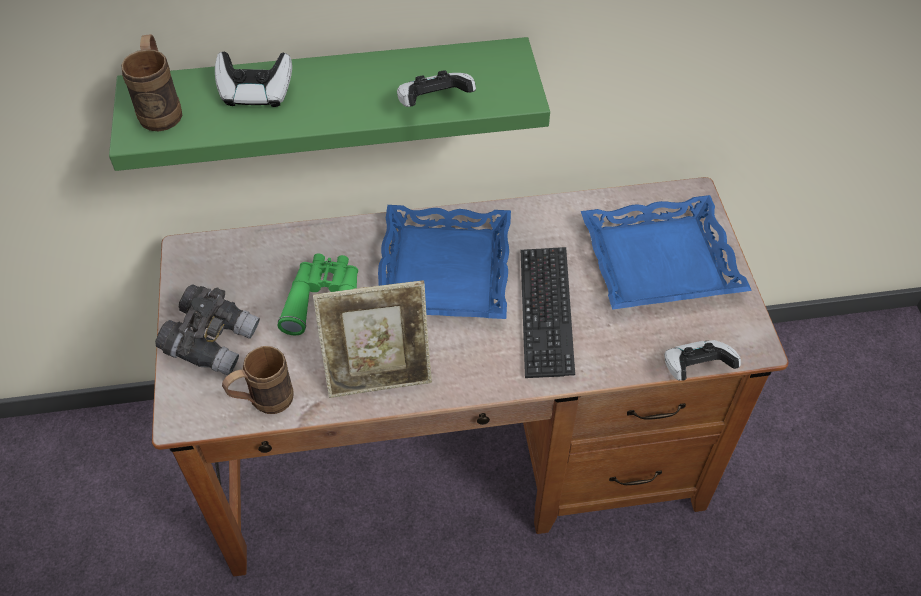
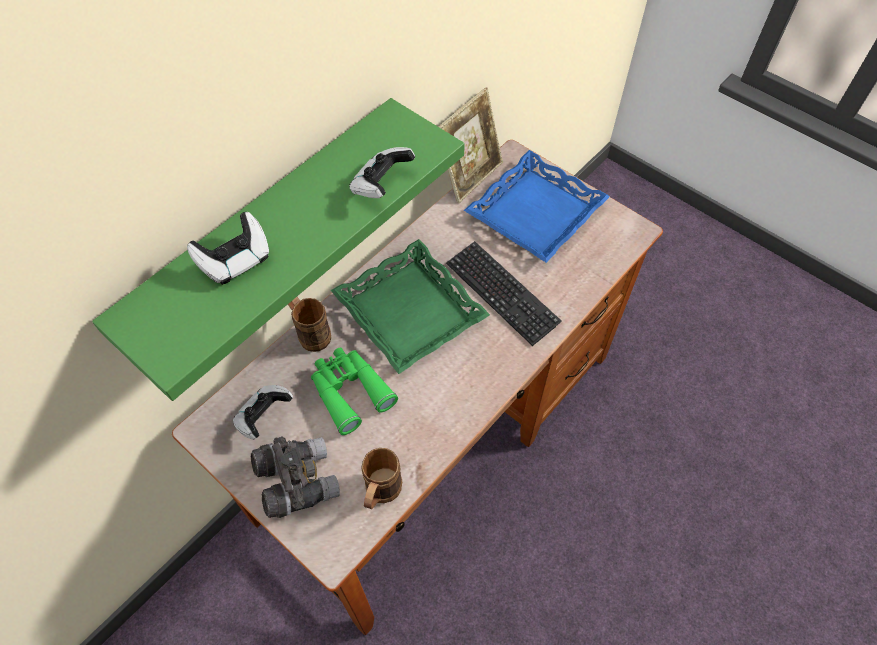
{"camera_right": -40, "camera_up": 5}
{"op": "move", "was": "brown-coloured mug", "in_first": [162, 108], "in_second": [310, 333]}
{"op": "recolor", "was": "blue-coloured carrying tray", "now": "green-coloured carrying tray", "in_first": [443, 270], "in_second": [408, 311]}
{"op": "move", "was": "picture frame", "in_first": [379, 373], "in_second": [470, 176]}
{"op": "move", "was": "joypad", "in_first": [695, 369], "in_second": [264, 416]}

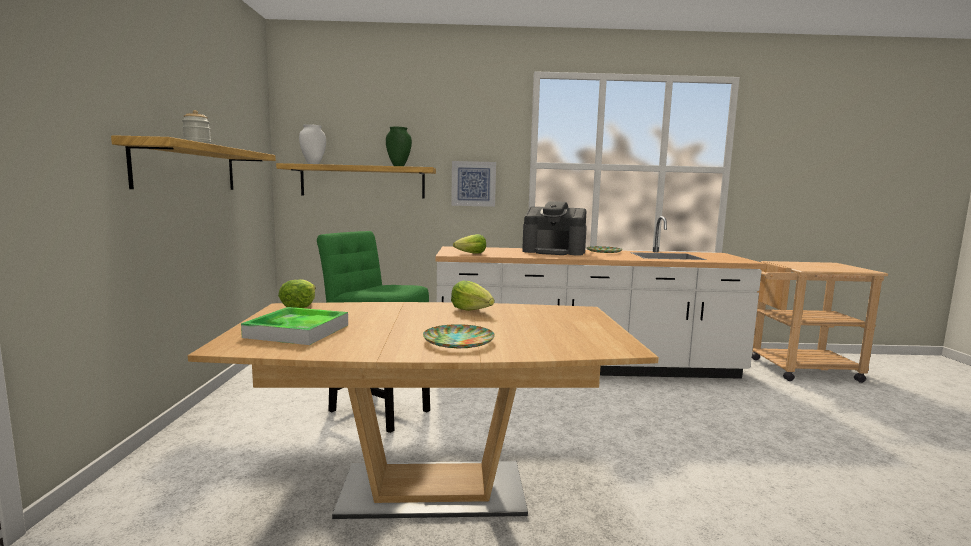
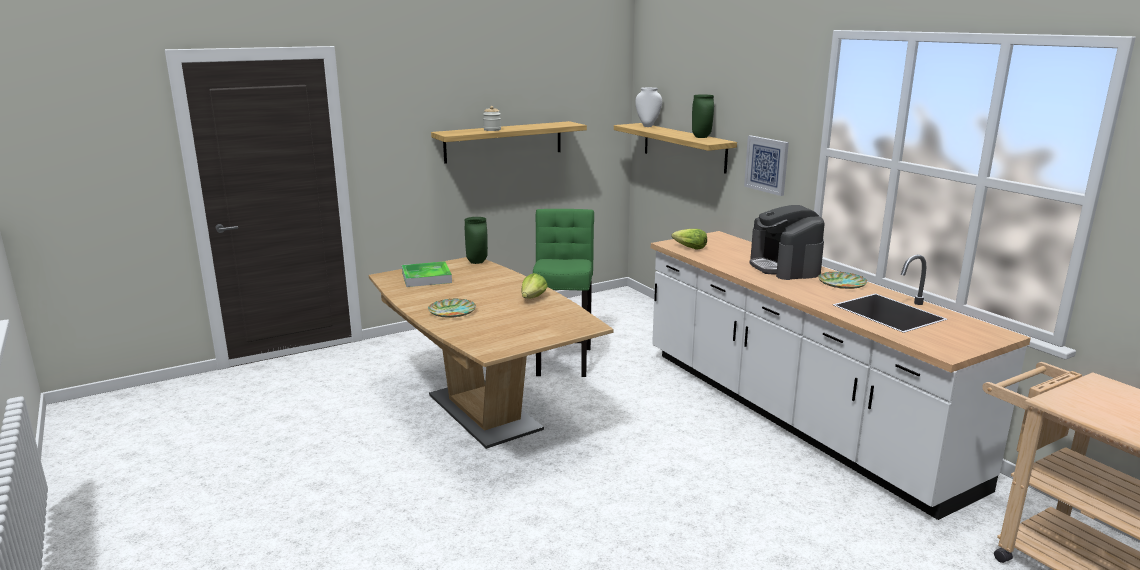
{"camera_right": 60, "camera_up": 10}
{"op": "replace", "was": "lettuce head", "now": "green-coloured flower vase", "in_first": [299, 306], "in_second": [476, 262]}

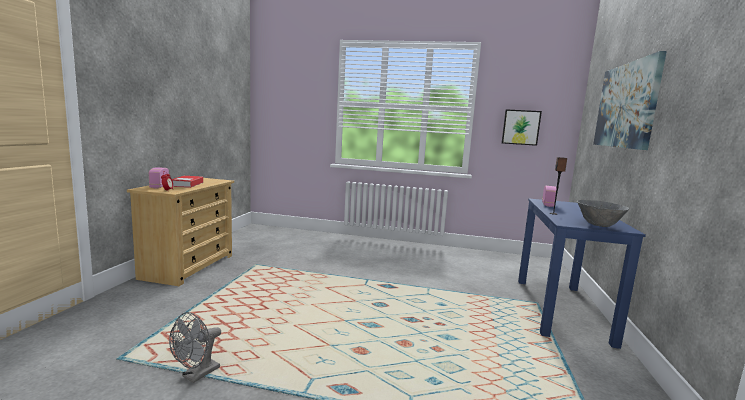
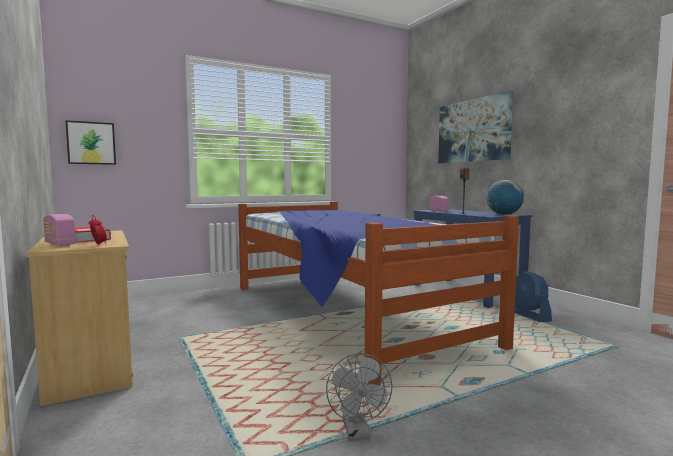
{"camera_right": -40, "camera_up": -5}
{"op": "move", "was": "wall picture", "in_first": [520, 127], "in_second": [91, 143]}
{"op": "replace", "was": "grey serving bowl", "now": "desk globe", "in_first": [598, 225], "in_second": [504, 215]}
{"op": "insert", "now": "bed", "in_second": [344, 312]}
{"op": "insert", "now": "blue-coloured cooling fan", "in_second": [529, 315]}

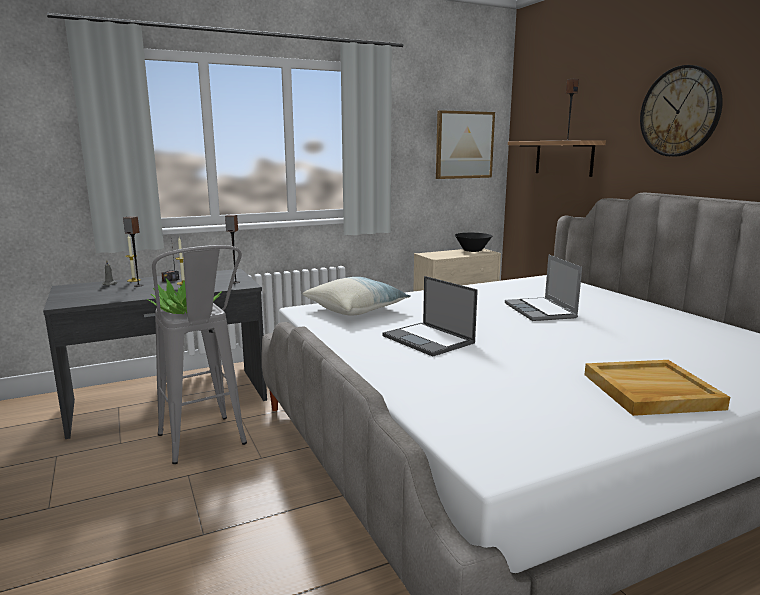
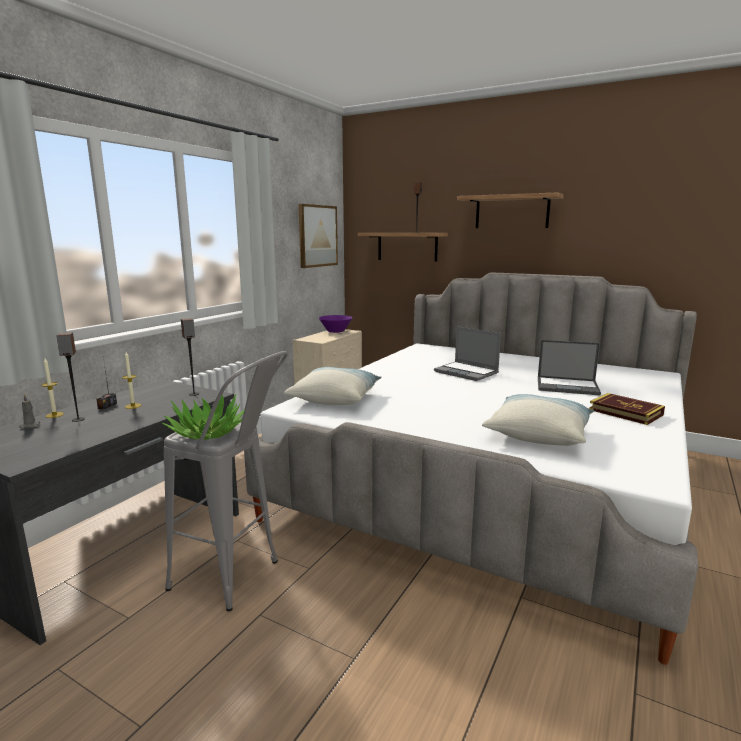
{"camera_right": -35, "camera_up": 0}
{"op": "replace", "was": "hanging clock", "now": "bracket shelf", "in_first": [680, 111], "in_second": [511, 212]}
{"op": "recolor", "was": "black serving bowl", "now": "purplish serving bowl", "in_first": [472, 250], "in_second": [336, 331]}
{"op": "move", "was": "laptop", "in_first": [429, 339], "in_second": [568, 386]}
{"op": "replace", "was": "beige carrying tray", "now": "volume", "in_first": [650, 391], "in_second": [625, 412]}
{"op": "insert", "now": "pillow", "in_second": [538, 434]}

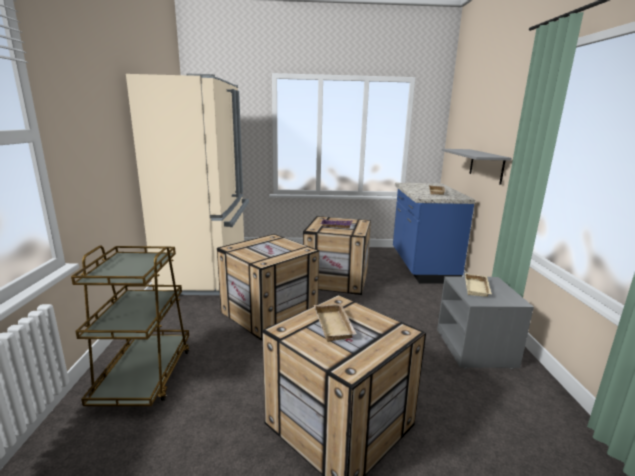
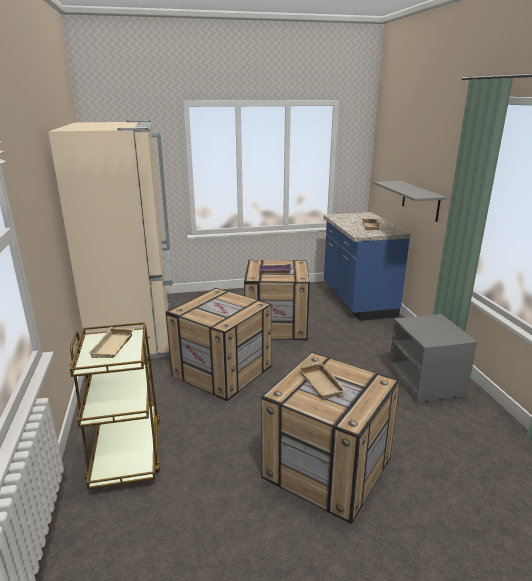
{"camera_right": -10, "camera_up": 5}
{"op": "move", "was": "beige carrying tray", "in_first": [478, 288], "in_second": [114, 347]}

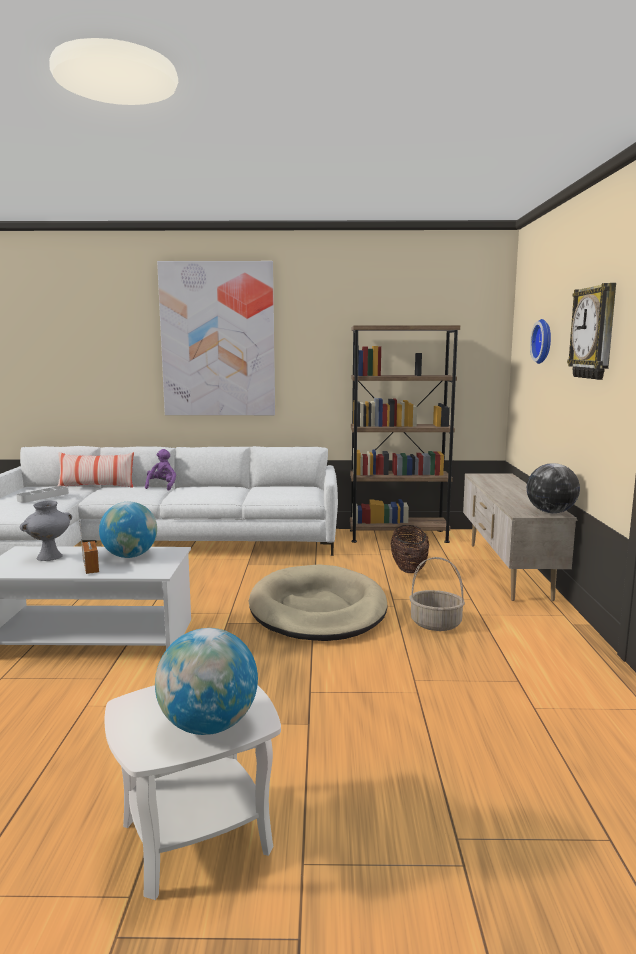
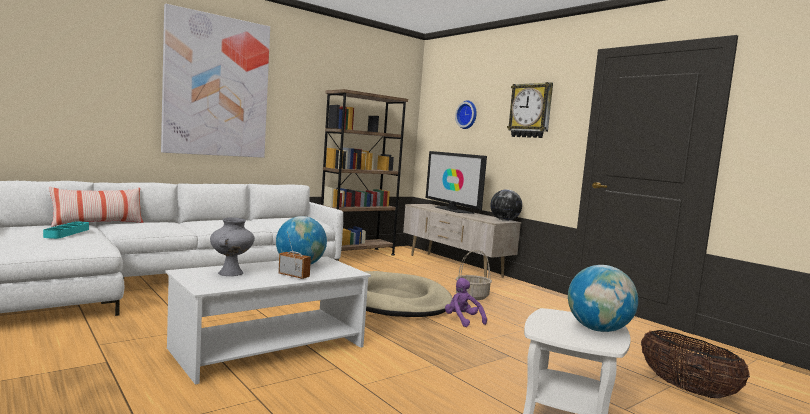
{"camera_right": -40, "camera_up": -5}
{"op": "move", "was": "purplish cuddly toy", "in_first": [162, 486], "in_second": [462, 320]}
{"op": "recolor", "was": "grey carrying tray", "now": "turquoise-coloured carrying tray", "in_first": [43, 497], "in_second": [67, 233]}
{"op": "move", "was": "storage basket", "in_first": [409, 569], "in_second": [687, 389]}
{"op": "insert", "now": "TV set", "in_second": [452, 210]}

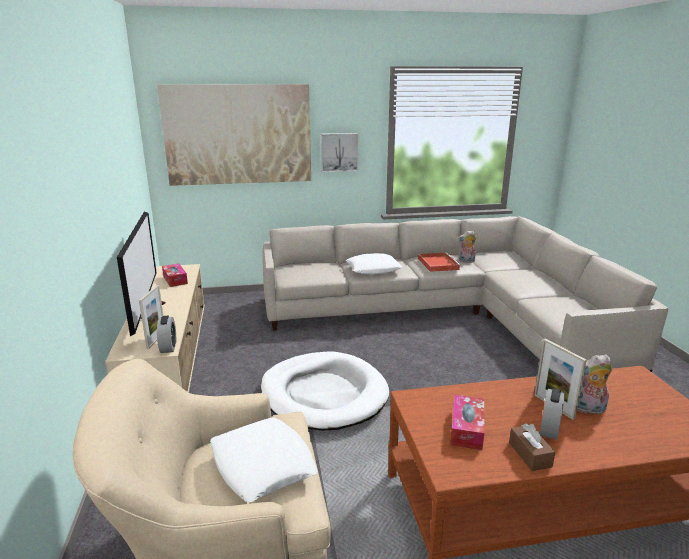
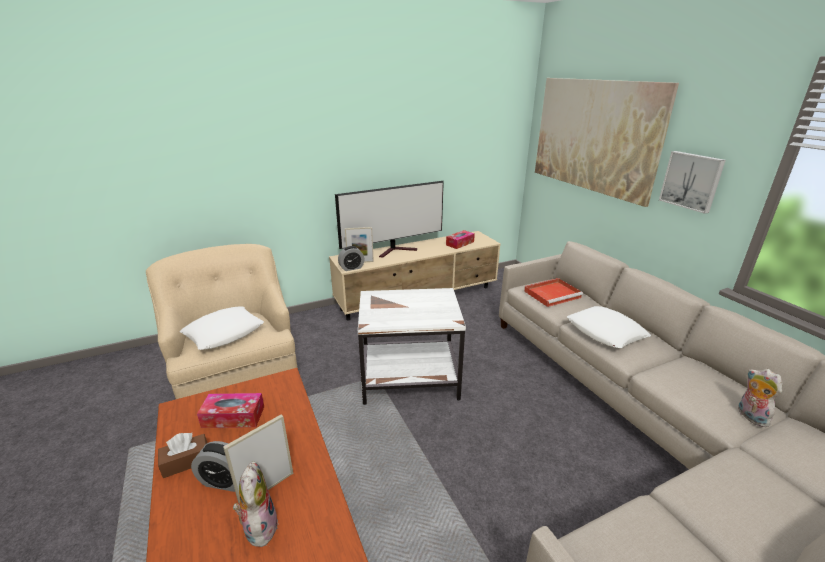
{"camera_right": 75, "camera_up": 5}
{"op": "move", "was": "reddish carrying tray", "in_first": [437, 263], "in_second": [553, 294]}
{"op": "replace", "was": "white dog bed", "now": "white side table", "in_first": [323, 394], "in_second": [409, 378]}

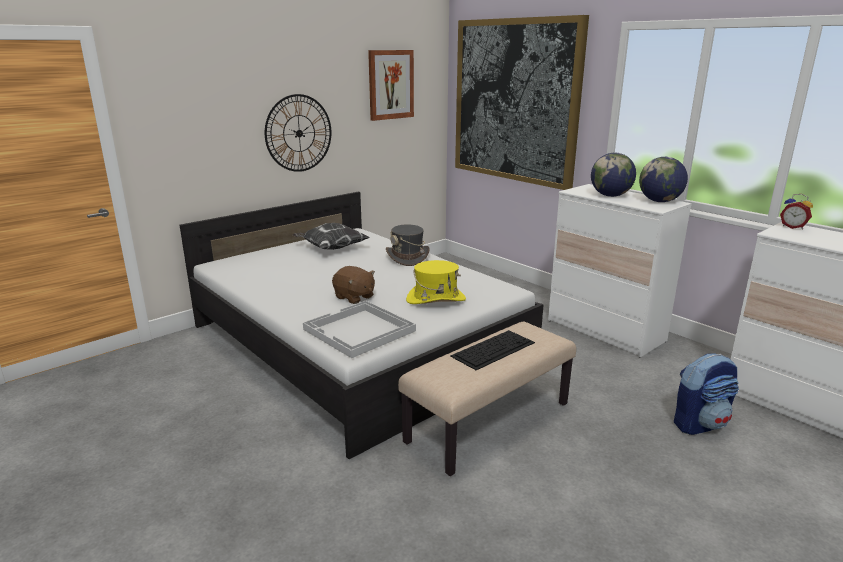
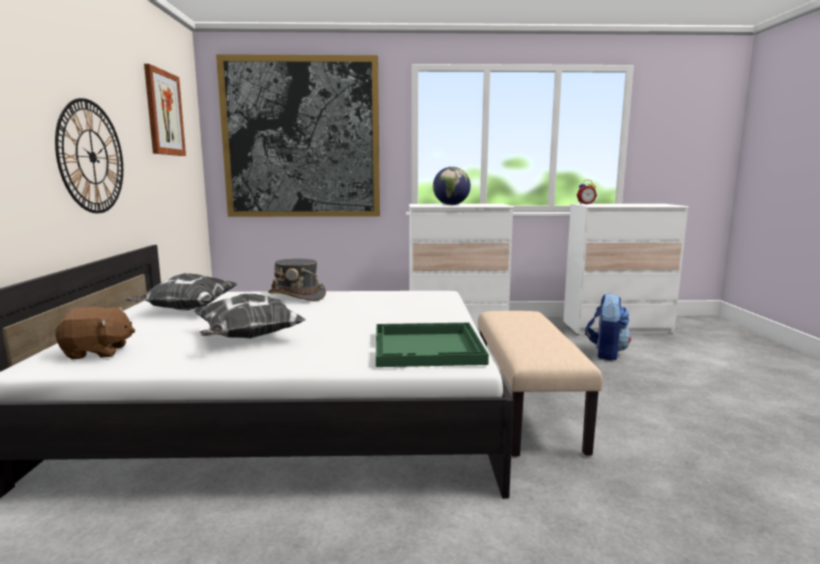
{"camera_right": -50, "camera_up": -10}
{"op": "delete", "was": "desk globe", "in_first": [659, 201]}
{"op": "delete", "was": "yellow wearable hat", "in_first": [436, 299]}
{"op": "move", "was": "brown-coloured cuddly toy", "in_first": [354, 297], "in_second": [98, 352]}
{"op": "recolor", "was": "white carrying tray", "now": "green-coloured carrying tray", "in_first": [359, 331], "in_second": [428, 347]}
{"op": "delete", "was": "PC keyboard", "in_first": [493, 349]}
{"op": "insert", "now": "pillow", "in_second": [247, 338]}

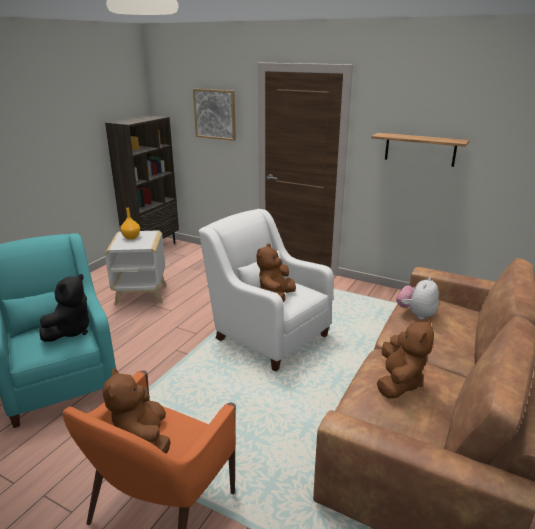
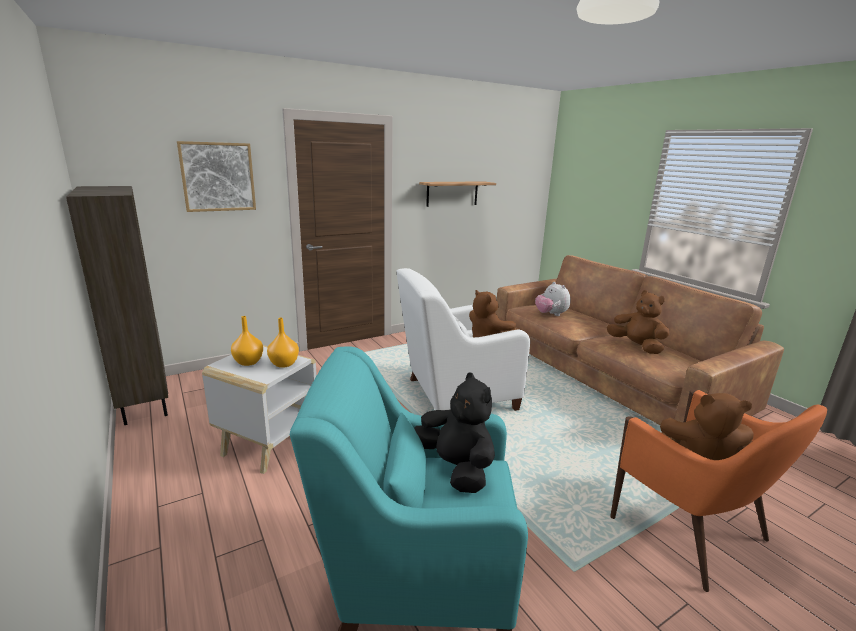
{"camera_right": -60, "camera_up": -5}
{"op": "insert", "now": "orange flower vase", "in_second": [283, 363]}

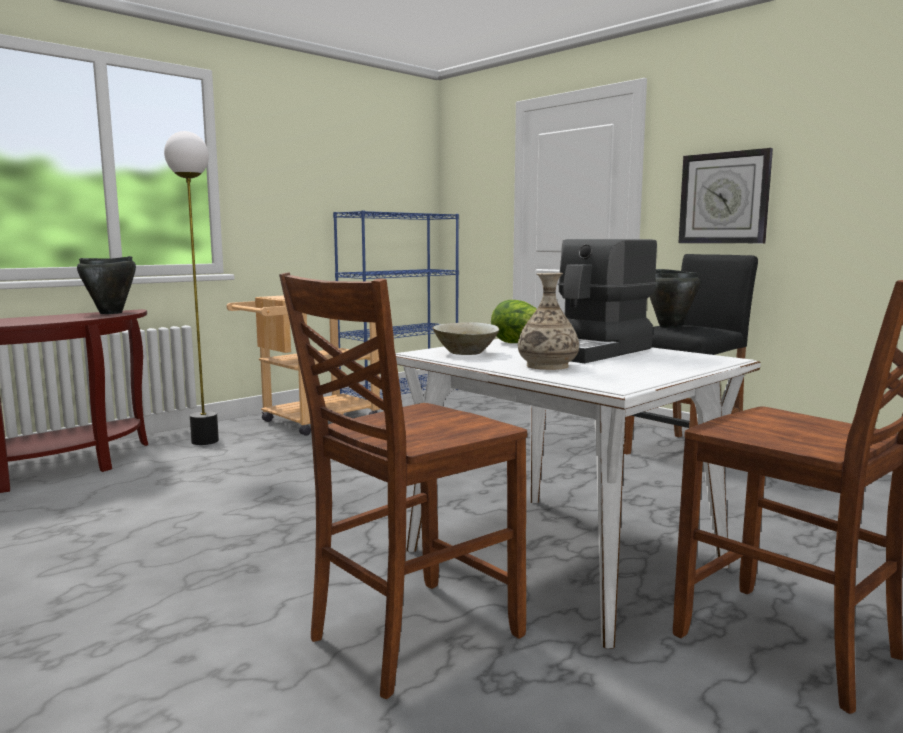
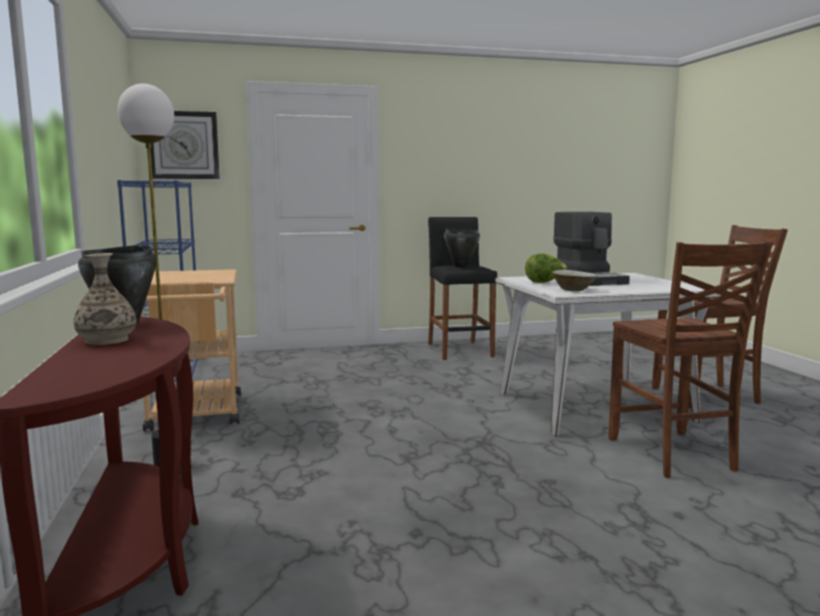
{"camera_right": -60, "camera_up": 0}
{"op": "move", "was": "hanging clock", "in_first": [724, 198], "in_second": [183, 145]}
{"op": "move", "was": "flower vase", "in_first": [547, 366], "in_second": [106, 340]}

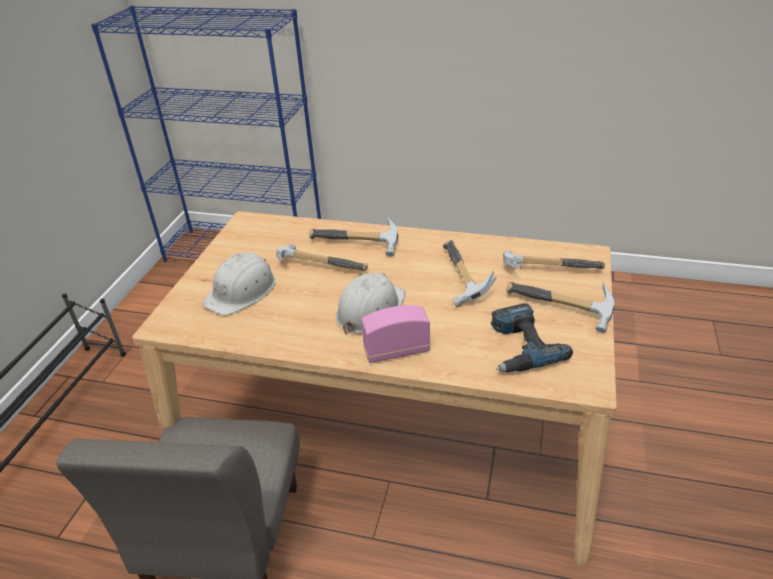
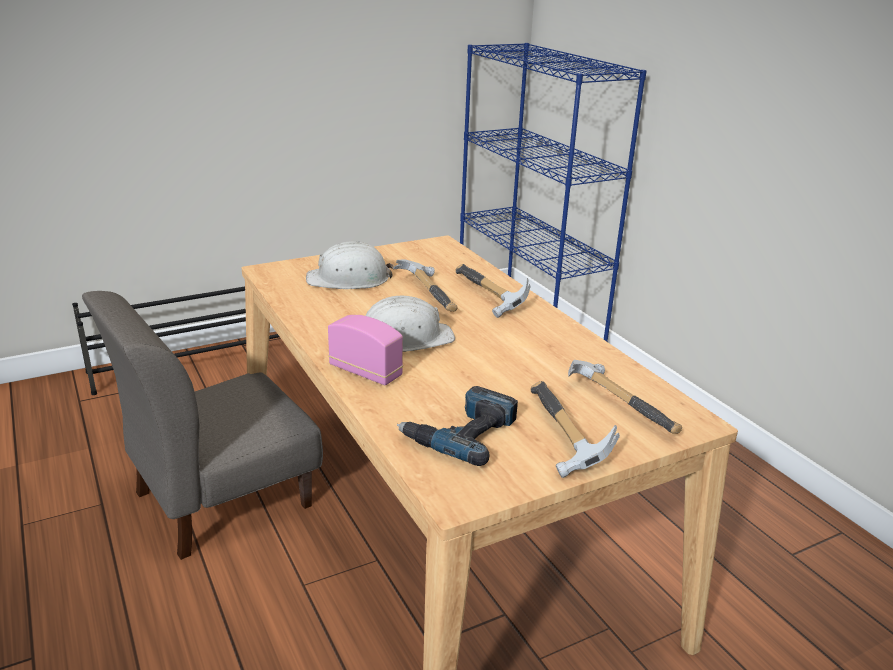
{"camera_right": 45, "camera_up": -10}
{"op": "delete", "was": "tool hammer", "in_first": [458, 280]}

